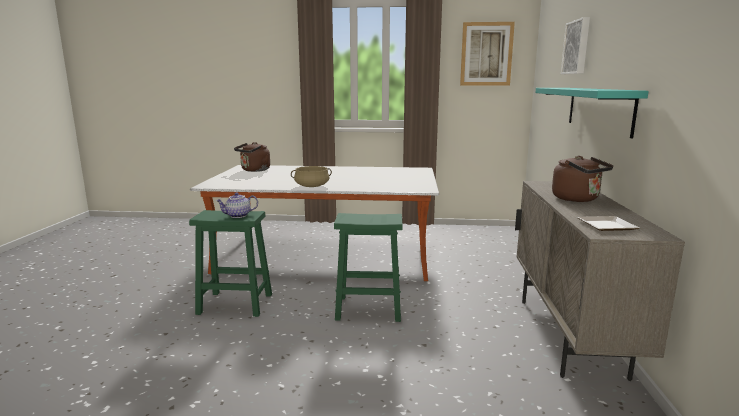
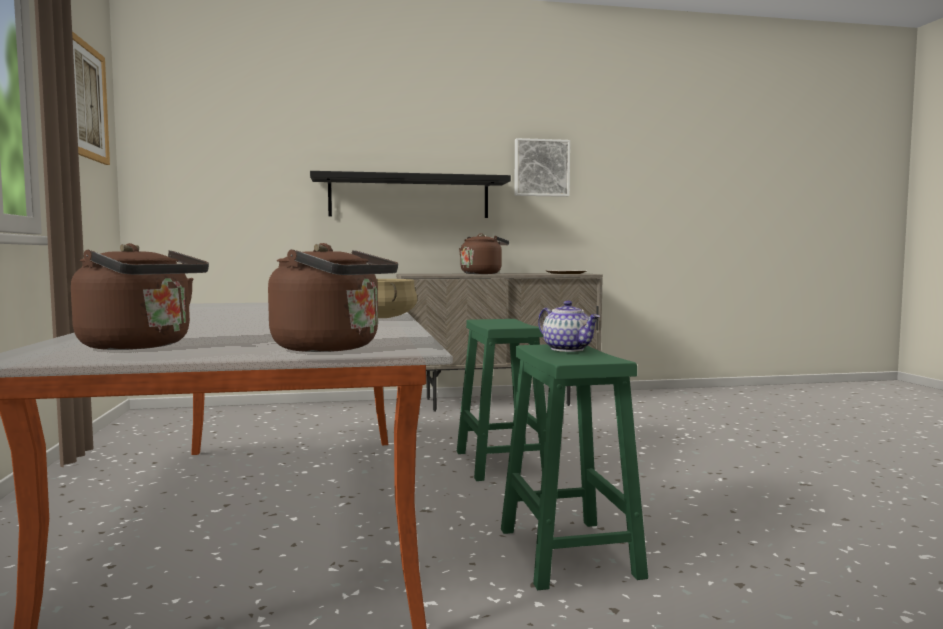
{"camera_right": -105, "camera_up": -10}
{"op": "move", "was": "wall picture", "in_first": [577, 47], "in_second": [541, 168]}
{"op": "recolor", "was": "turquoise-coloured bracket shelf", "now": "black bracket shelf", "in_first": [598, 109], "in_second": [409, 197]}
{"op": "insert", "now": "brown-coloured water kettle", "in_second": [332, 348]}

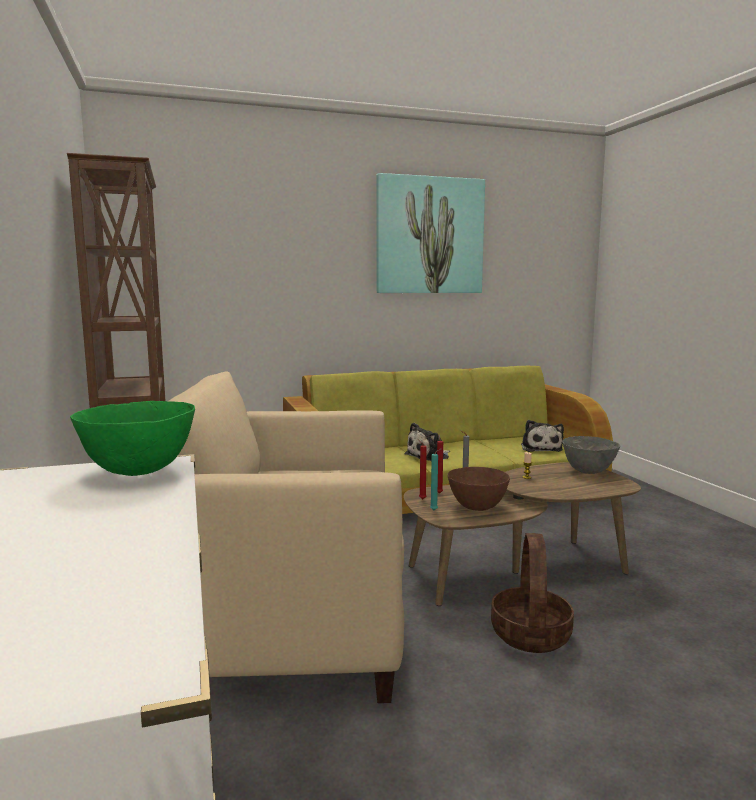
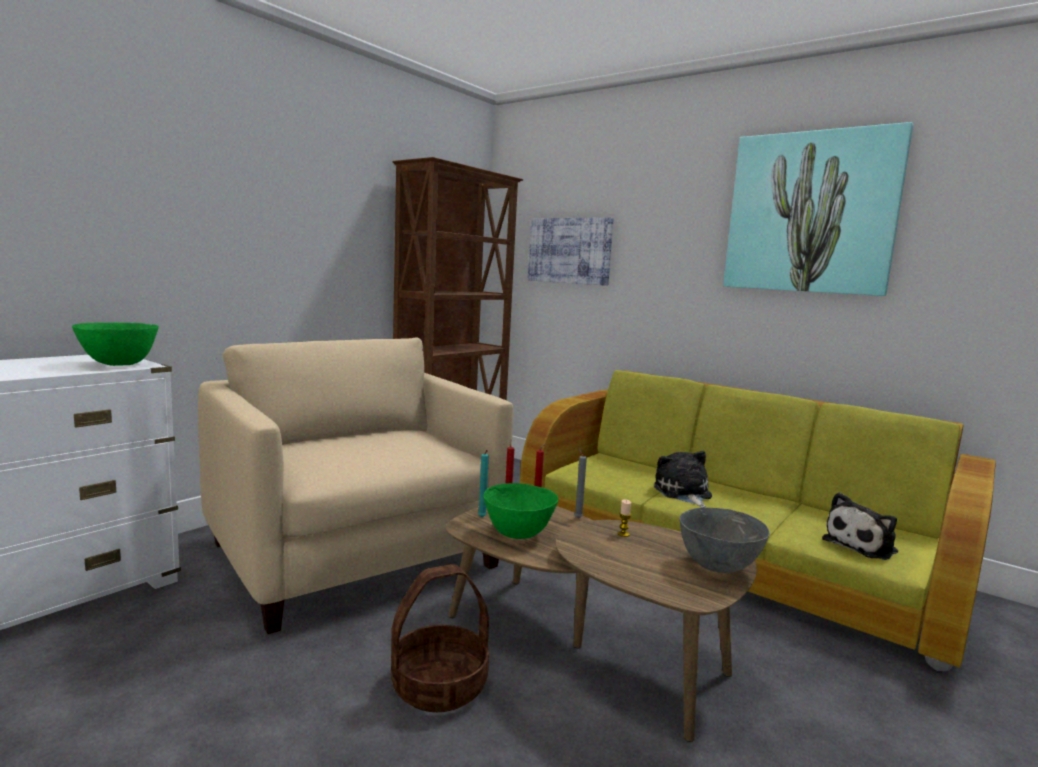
{"camera_right": 55, "camera_up": 0}
{"op": "rotate", "was": "cuddly toy", "in_first": [429, 456], "in_second": [683, 493], "clockwise": 60}
{"op": "recolor", "was": "brown-coloured serving bowl", "now": "green-coloured serving bowl", "in_first": [477, 507], "in_second": [518, 534]}
{"op": "insert", "now": "wall picture", "in_second": [569, 250]}

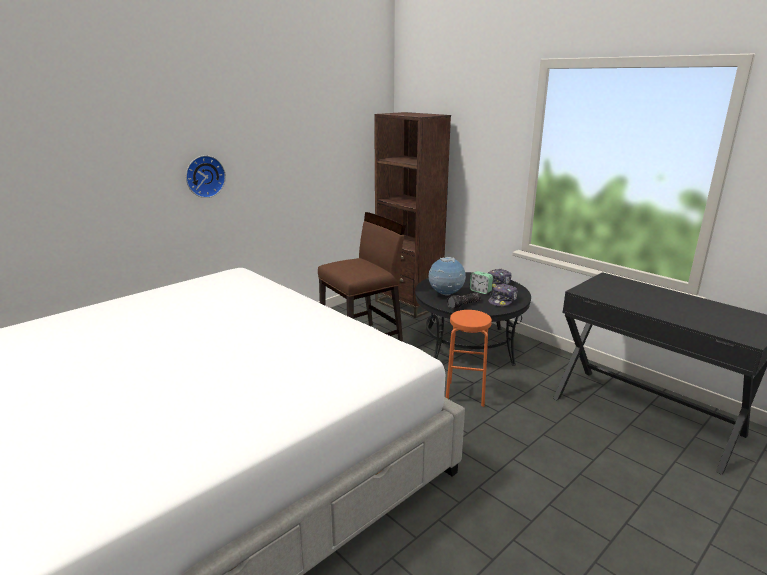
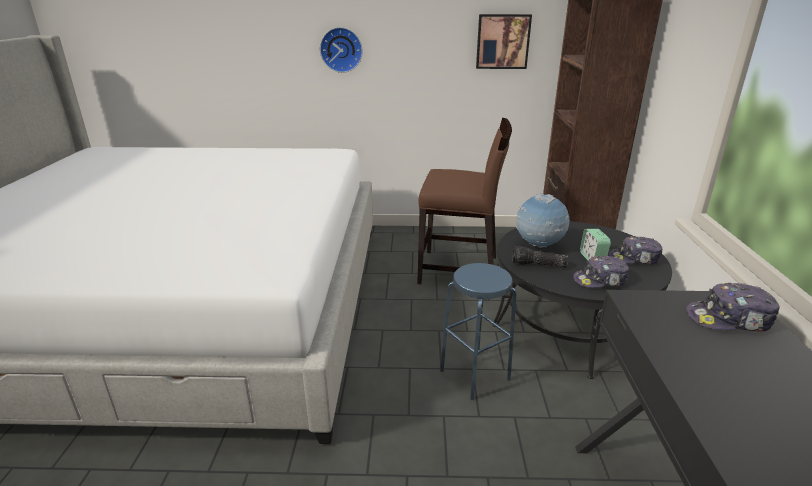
{"camera_right": 45, "camera_up": 5}
{"op": "recolor", "was": "orange stool seat", "now": "blue-coloured stool seat", "in_first": [465, 394], "in_second": [475, 375]}
{"op": "insert", "now": "wall picture", "in_second": [502, 41]}
{"op": "insert", "now": "cap", "in_second": [729, 319]}

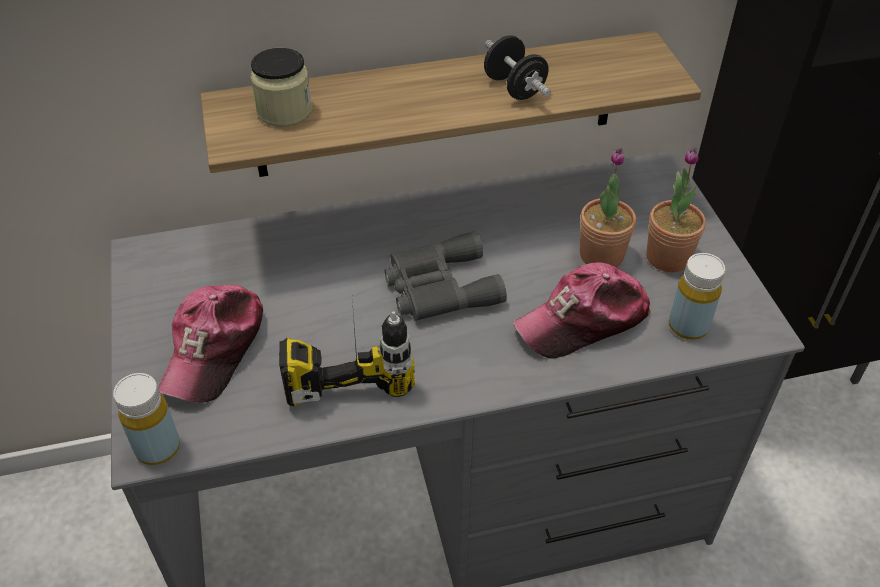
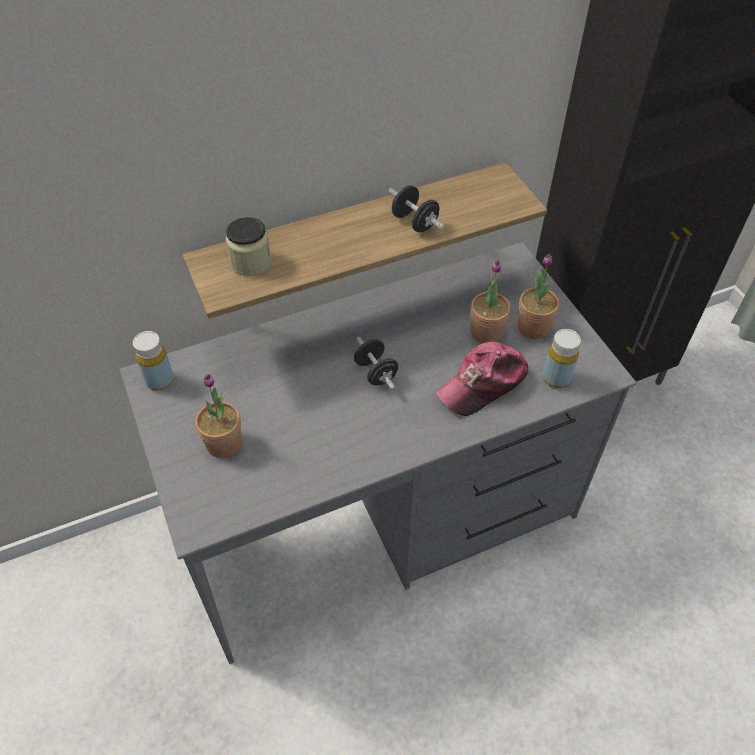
{"camera_right": -10, "camera_up": 5}
{"op": "replace", "was": "grey binoculars", "now": "black dumbbell", "in_first": [439, 287], "in_second": [376, 373]}
{"op": "replace", "was": "cap", "now": "potted plant", "in_first": [214, 349], "in_second": [224, 443]}
{"op": "delete", "was": "drill", "in_first": [349, 358]}
{"op": "move", "was": "yellow drink bottle", "in_first": [157, 448], "in_second": [159, 380]}

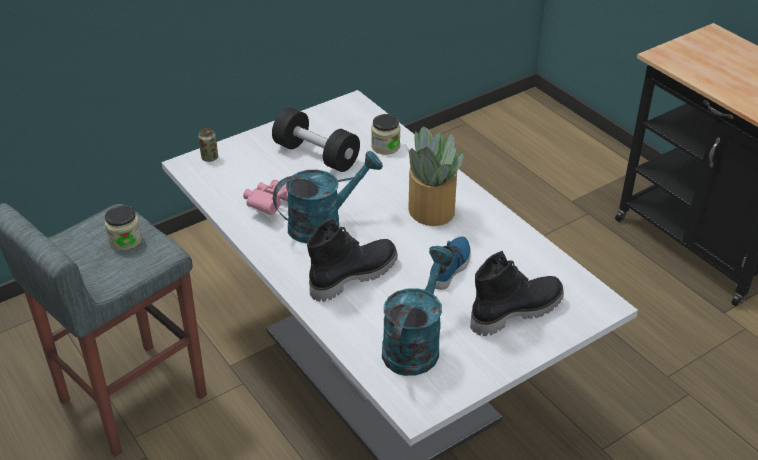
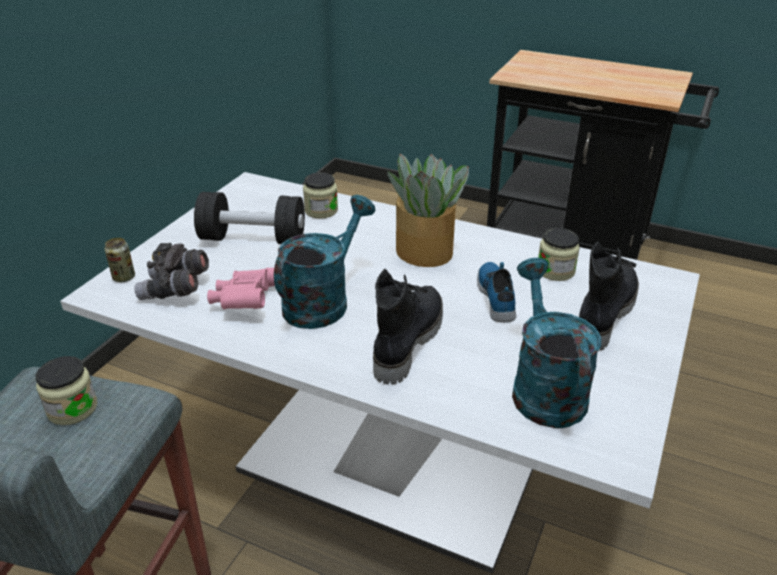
{"camera_right": -30, "camera_up": -5}
{"op": "insert", "now": "storage jar", "in_second": [555, 271]}
{"op": "insert", "now": "grey binoculars", "in_second": [175, 290]}

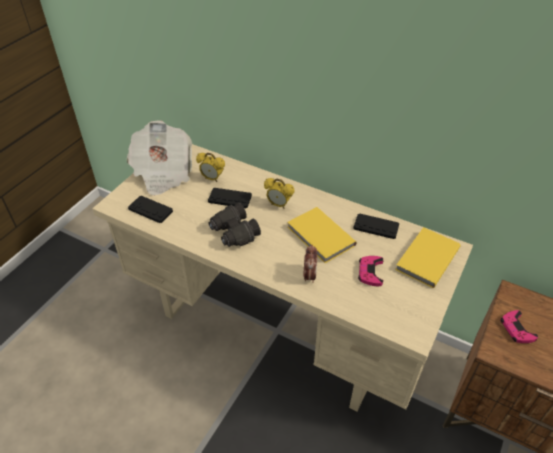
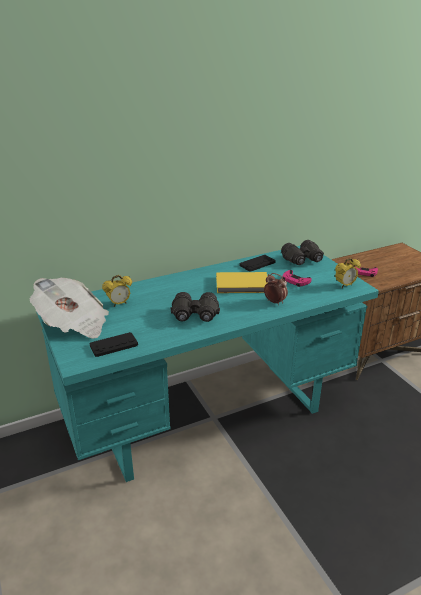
{"camera_right": -55, "camera_up": -15}
{"op": "recolor", "was": "beige desk table", "now": "turquoise-coloured desk table", "in_first": [278, 327], "in_second": [211, 415]}
{"op": "move", "was": "bedside clock", "in_first": [279, 205], "in_second": [345, 285]}
{"op": "delete", "was": "black joypad", "in_first": [230, 199]}
{"op": "replace", "was": "yellow volume", "now": "black binoculars", "in_first": [425, 258], "in_second": [303, 260]}

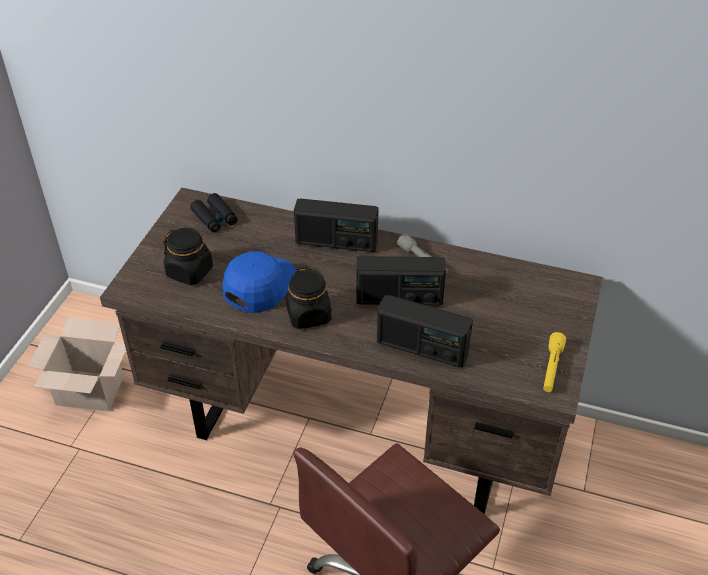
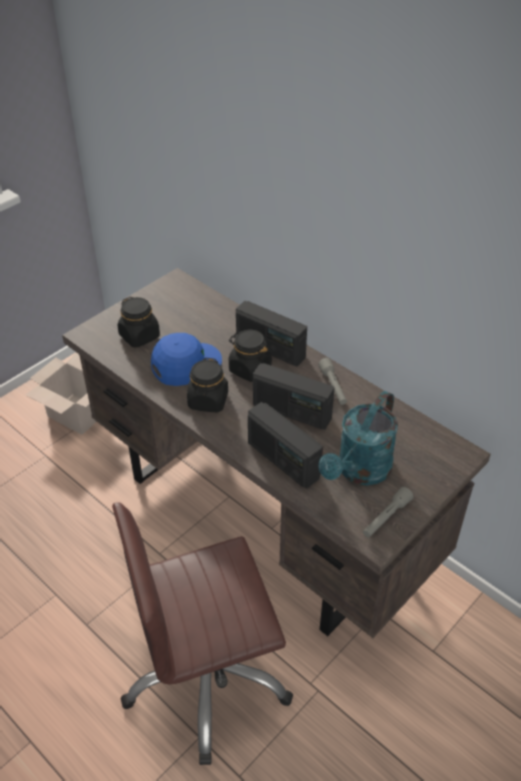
{"camera_right": 25, "camera_up": 0}
{"op": "delete", "was": "black binoculars", "in_first": [215, 218]}
{"op": "recolor", "was": "yellow hand torch", "now": "grey hand torch", "in_first": [551, 368], "in_second": [386, 518]}
{"op": "insert", "now": "black storage jar", "in_second": [249, 369]}
{"op": "insert", "now": "turquoise-coloured watering pot", "in_second": [359, 471]}

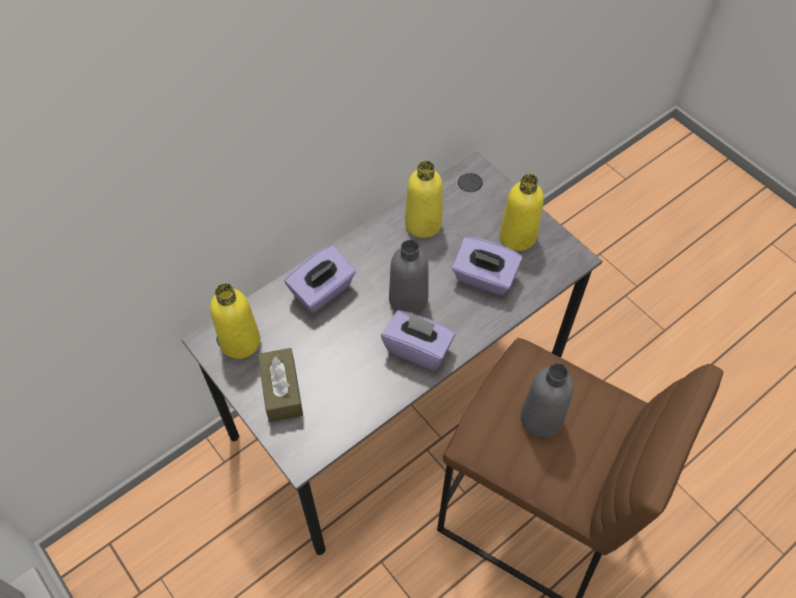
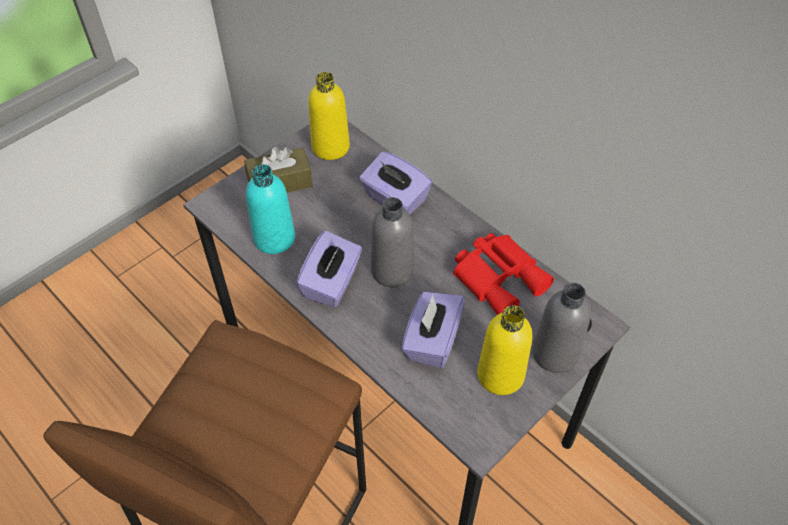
{"camera_right": 85, "camera_up": -5}
{"op": "replace", "was": "yellow drink bottle", "now": "reddish binoculars", "in_first": [423, 224], "in_second": [499, 277]}
{"op": "move", "was": "grey drink bottle", "in_first": [541, 418], "in_second": [555, 353]}
{"op": "insert", "now": "turquoise-coloured drink bottle", "in_second": [274, 238]}

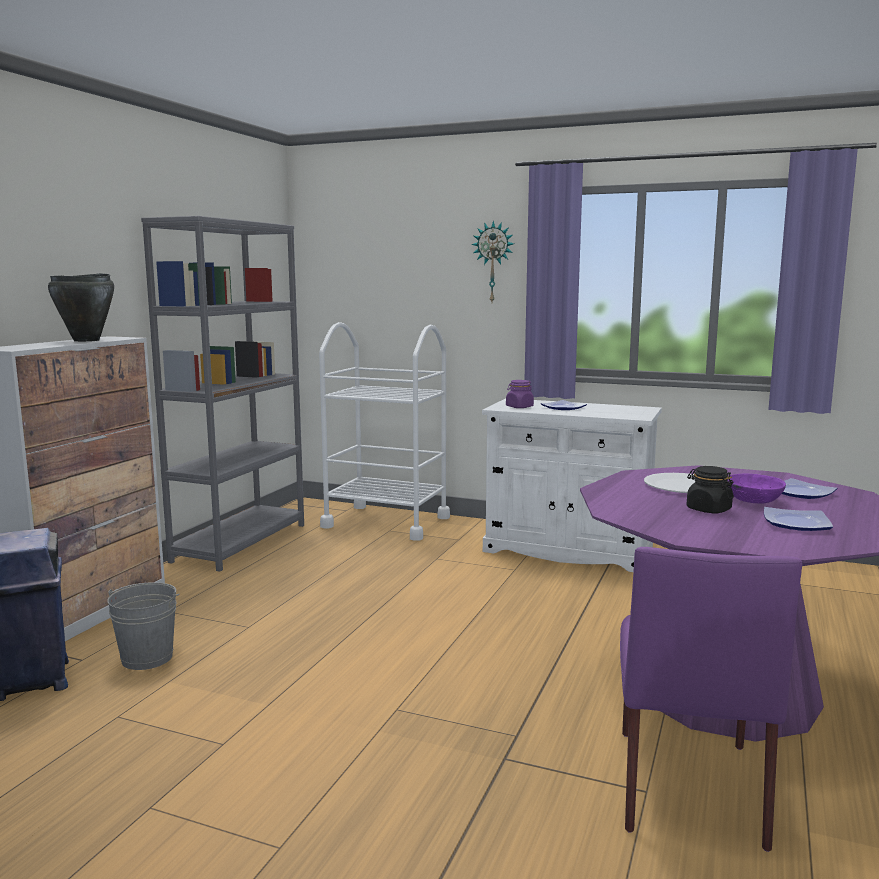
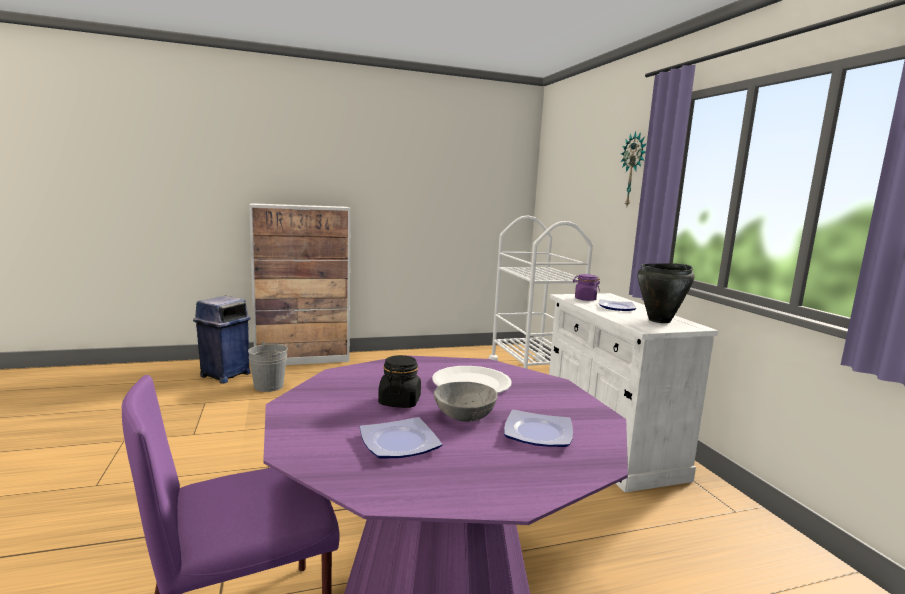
{"camera_right": 50, "camera_up": 0}
{"op": "delete", "was": "grey bookcase", "in_first": [240, 542]}
{"op": "move", "was": "black stockpot", "in_first": [87, 340], "in_second": [660, 320]}
{"op": "recolor", "was": "purplish serving bowl", "now": "grey serving bowl", "in_first": [752, 500], "in_second": [465, 415]}

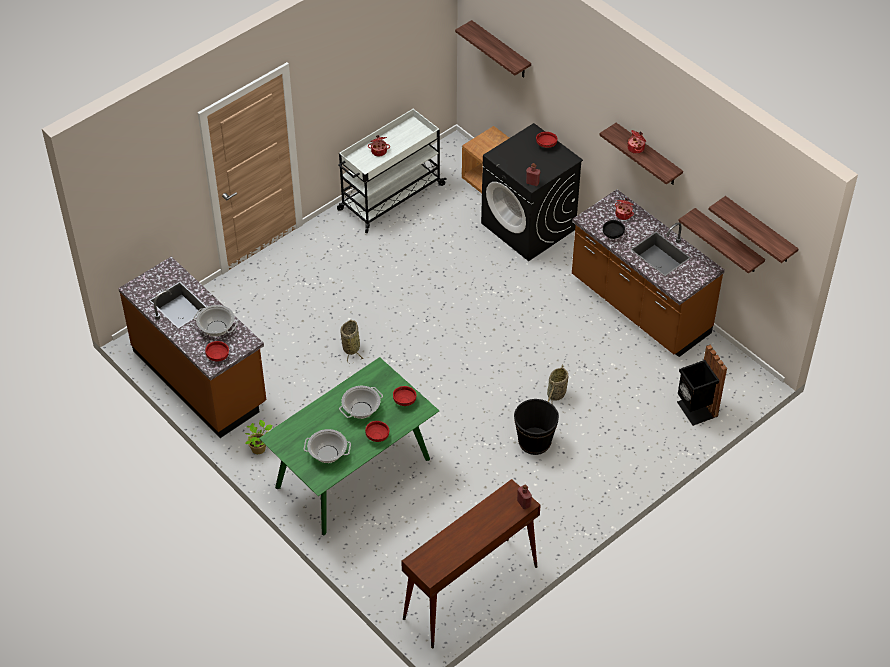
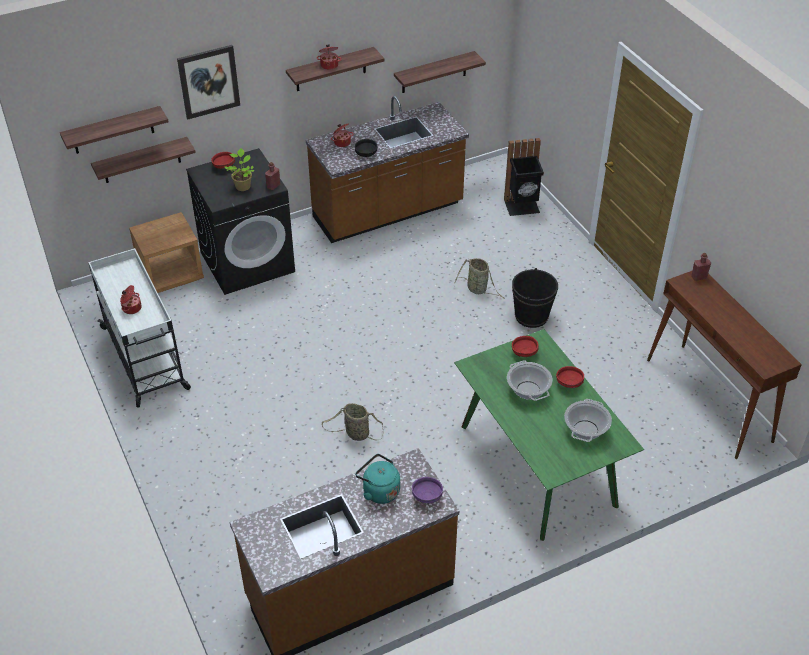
{"camera_right": -75, "camera_up": -5}
{"op": "move", "was": "bracket shelf", "in_first": [759, 231], "in_second": [141, 160]}
{"op": "replace", "was": "stockpot", "now": "turquoise-coloured water kettle", "in_first": [217, 328], "in_second": [379, 490]}
{"op": "recolor", "was": "reddish serving bowl", "now": "purplish serving bowl", "in_first": [218, 356], "in_second": [427, 496]}
{"op": "move", "was": "potted plant", "in_first": [259, 448], "in_second": [243, 186]}
{"op": "insert", "now": "wall picture", "in_second": [209, 81]}

